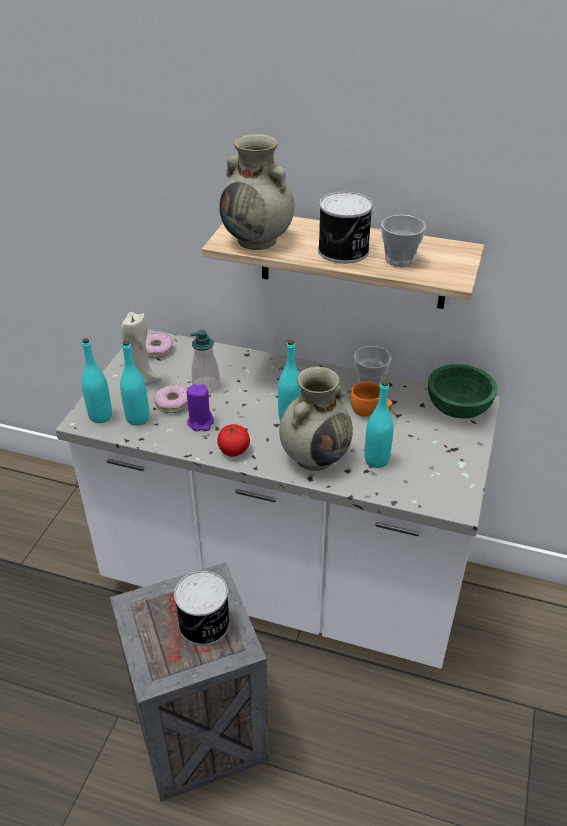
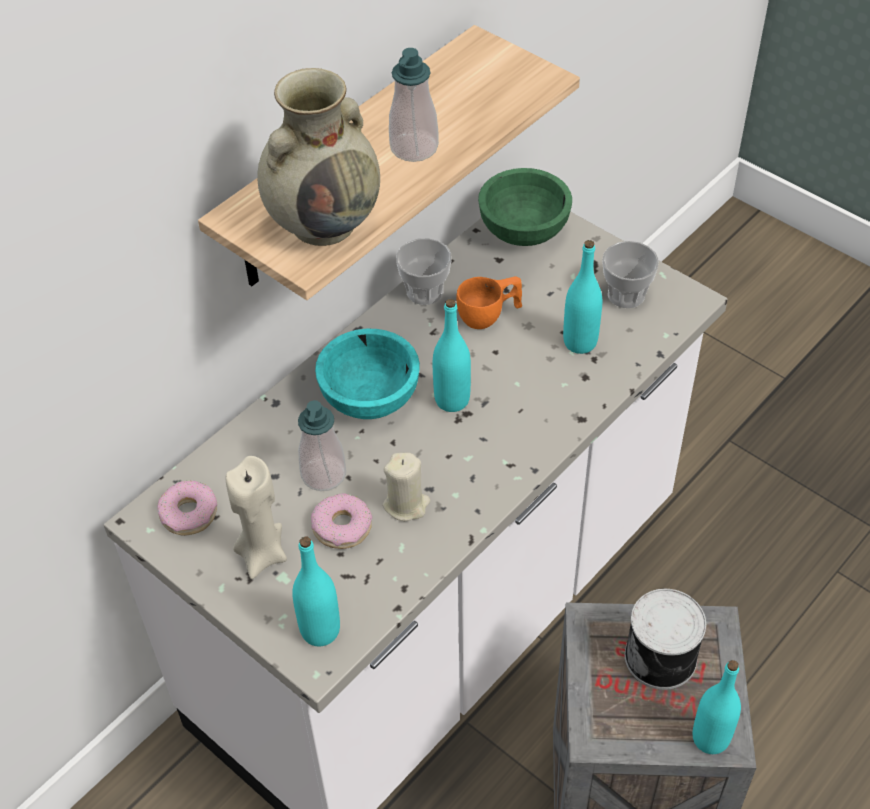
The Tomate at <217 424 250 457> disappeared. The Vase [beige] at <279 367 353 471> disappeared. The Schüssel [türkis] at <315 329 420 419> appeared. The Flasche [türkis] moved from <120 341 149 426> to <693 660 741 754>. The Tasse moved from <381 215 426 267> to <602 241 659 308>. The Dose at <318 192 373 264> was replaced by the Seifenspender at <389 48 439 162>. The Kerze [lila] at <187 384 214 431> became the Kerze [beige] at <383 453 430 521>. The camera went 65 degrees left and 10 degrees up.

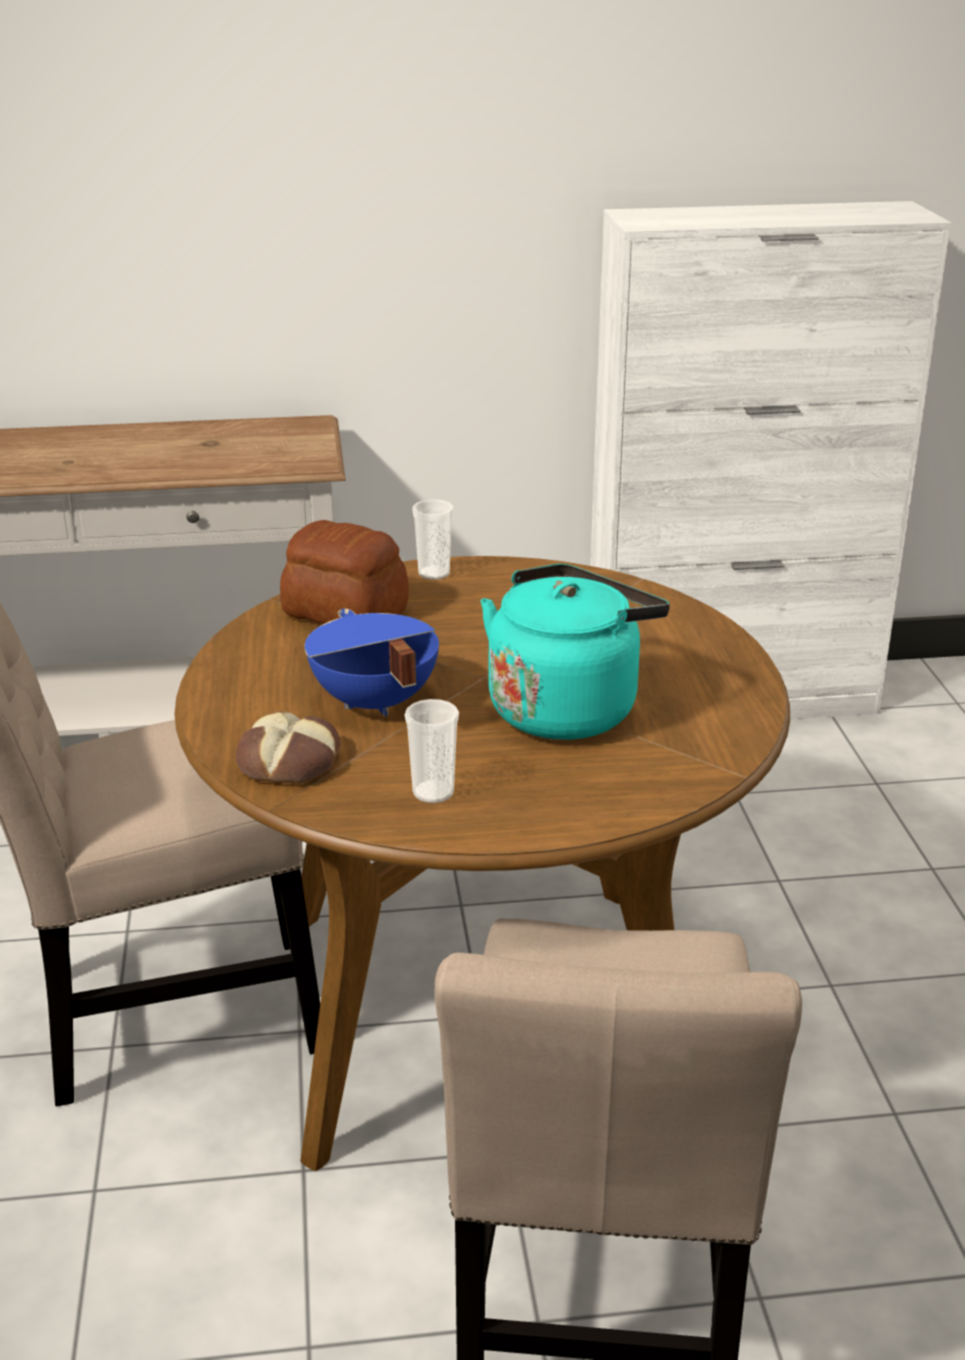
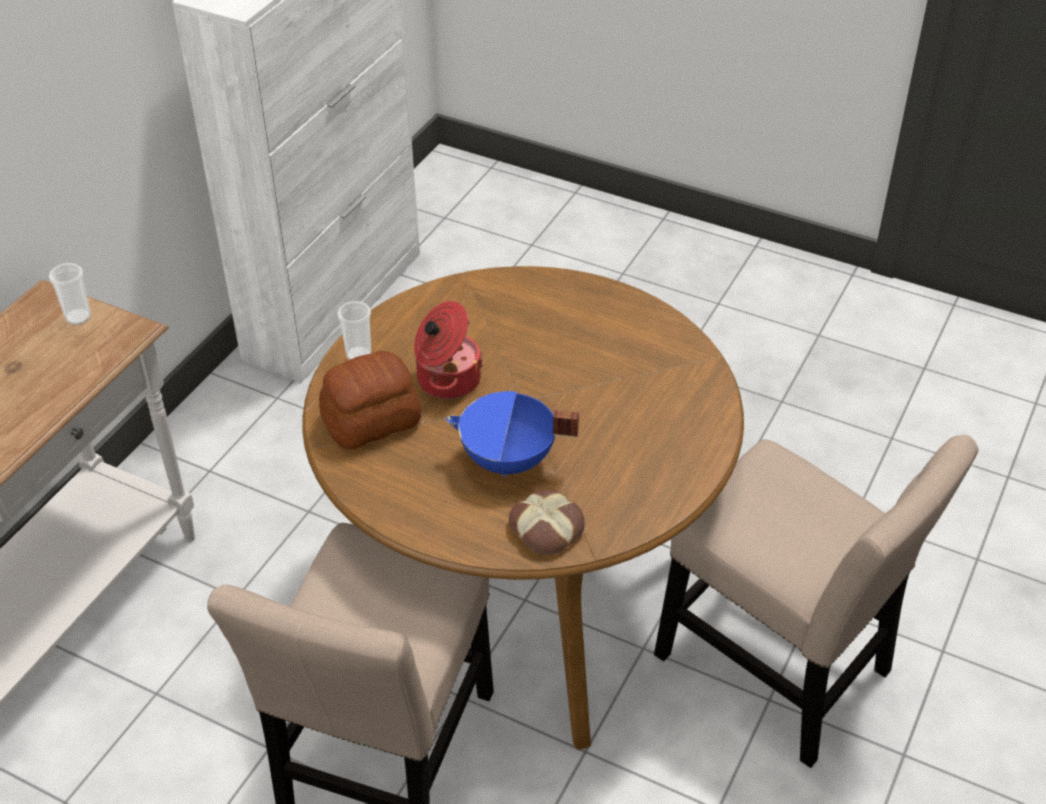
The Wasserkessel [türkis] at <481 563 670 740> disappeared. The Kochtopf at <414 301 483 399> appeared. The Tasse moved from <405 699 459 803> to <49 263 91 325>. The camera went 55 degrees left and 15 degrees up.

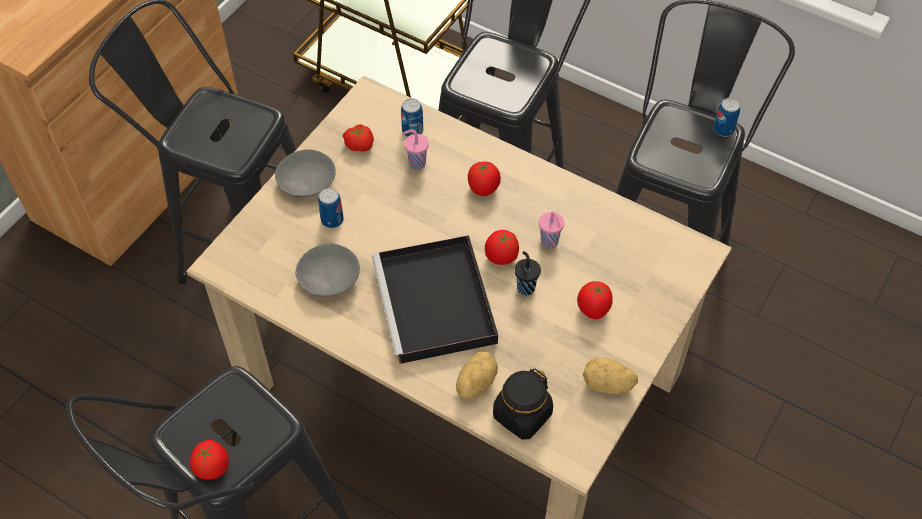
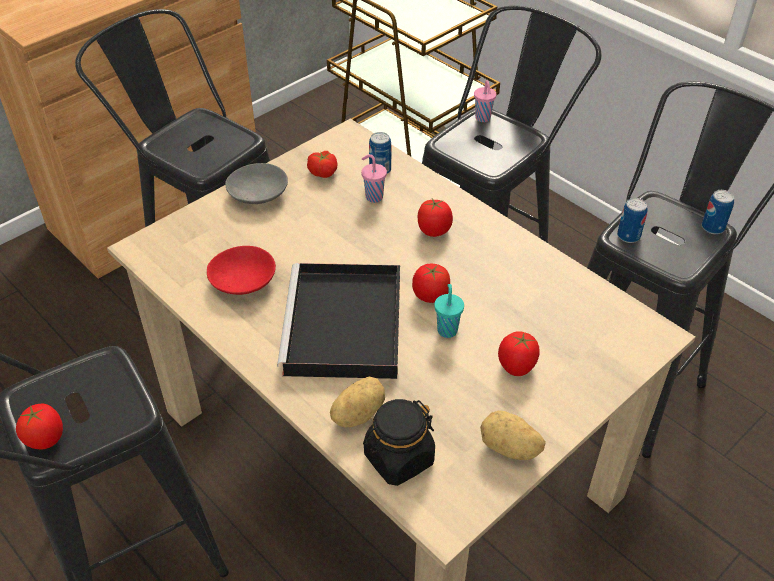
The Dose moved from <318 188 344 228> to <617 198 648 243>. The Tasse [rosa] moved from <539 212 564 248> to <474 80 496 122>. The Schüssel [grau] at <295 244 360 297> became the Schüssel [rot] at <207 246 276 295>. The Tasse [schwarz] at <515 251 541 295> became the Tasse [türkis] at <434 284 464 338>. The camera went 15 degrees right and 10 degrees down.

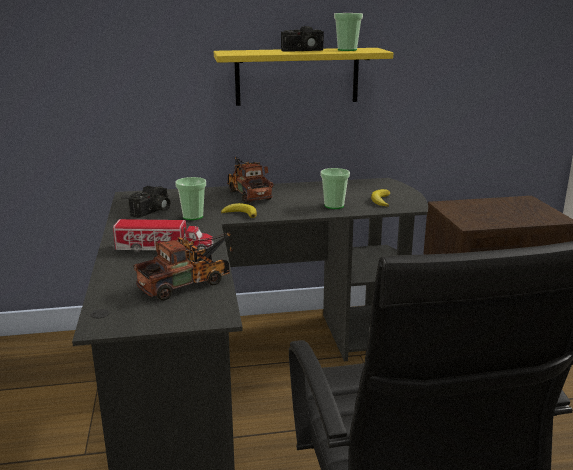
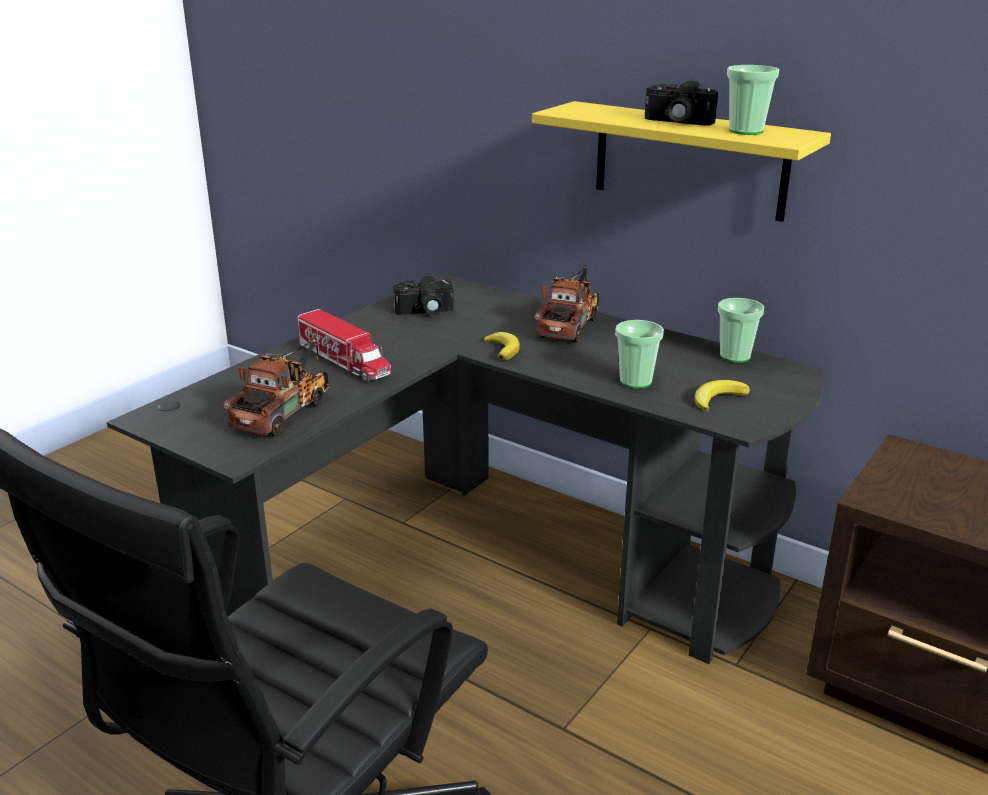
The Tasse moved from <175 177 206 220> to <718 298 764 363>. The Spielzeuglaster at <134 232 234 301> turned 75 degrees counterclockwise. The camera went 45 degrees right and 5 degrees up.

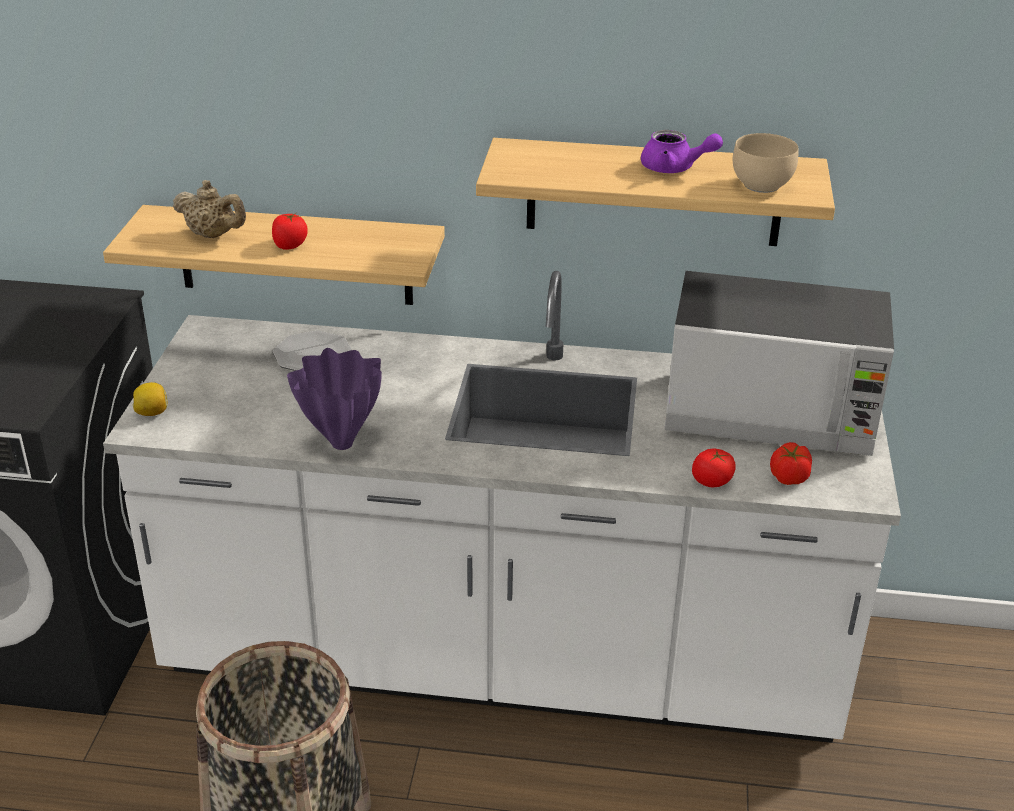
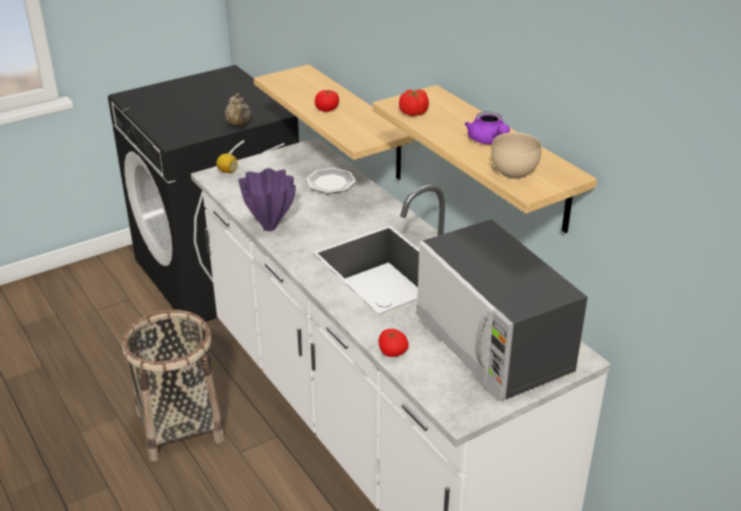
The Teekanne [beige] moved from <173 180 246 238> to <225 93 251 126>. The Tomate moved from <770 442 812 485> to <399 89 429 116>. The camera went 50 degrees right and 0 degrees up.

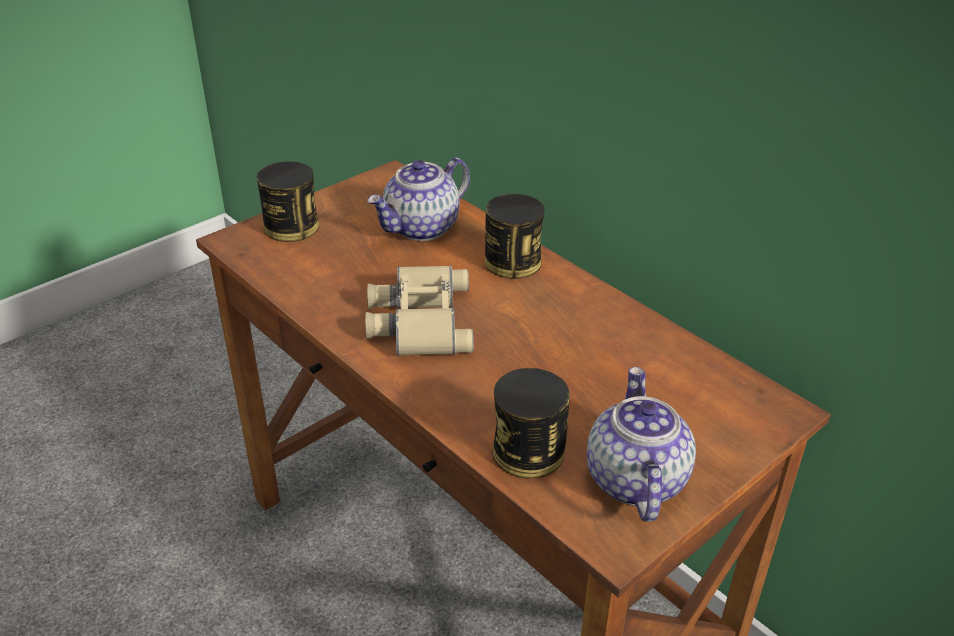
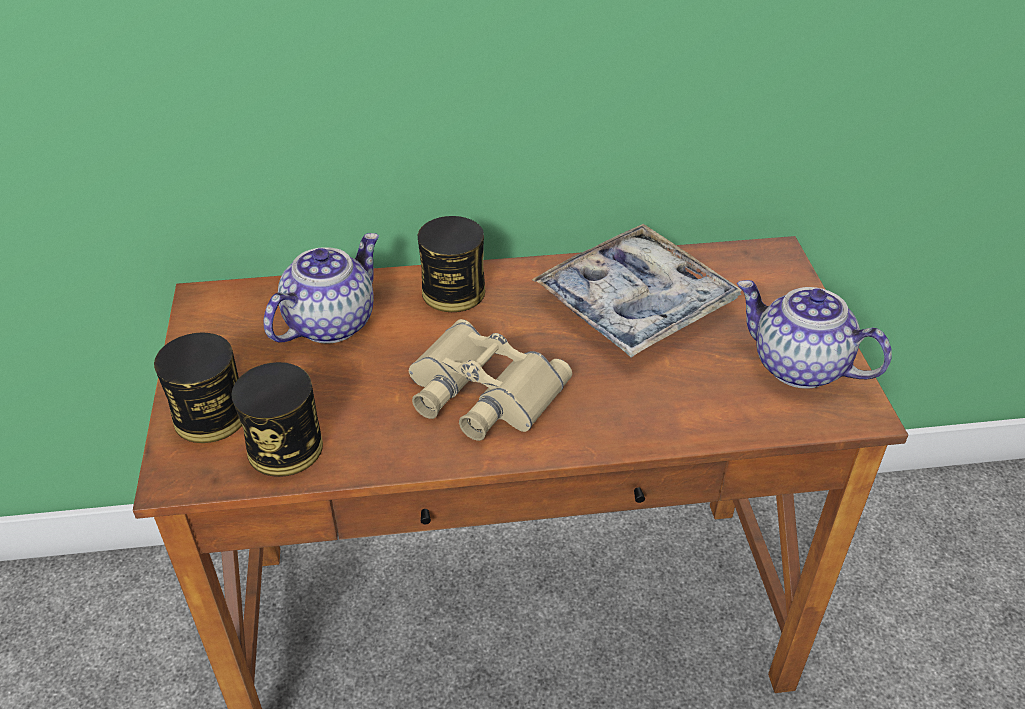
The Tablett at <532 224 742 358> appeared. The Dose moved from <492 368 570 479> to <231 362 323 477>. The Teekanne at <367 157 470 241> turned 135 degrees counterclockwise. The camera went 55 degrees left and 5 degrees up.

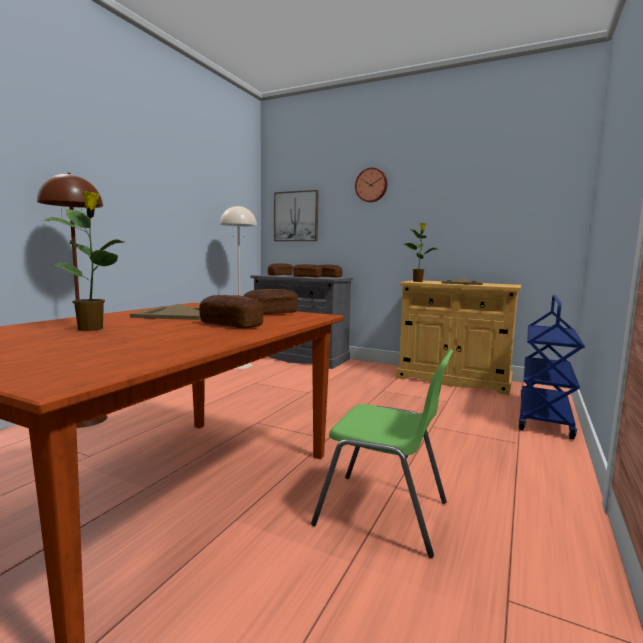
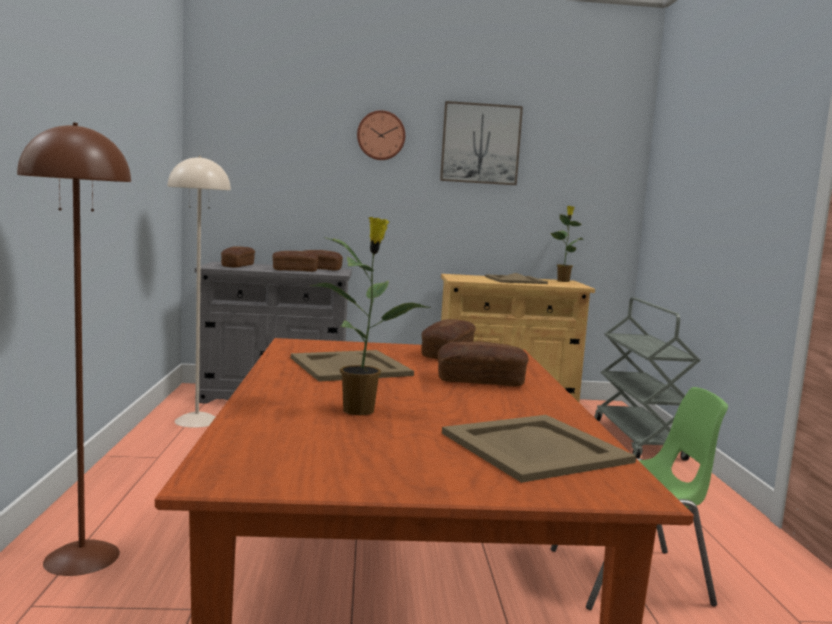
The Tablett [beige] at <442 415 636 483> appeared. The Bild moved from <274 190 319 241> to <440 101 523 185>. The Topfpflanze moved from <403 223 437 282> to <550 206 584 282>. The Rollwagen [blau] at <518 295 585 439> became the Rollwagen [grau] at <595 297 701 461>. The camera went 30 degrees left and 0 degrees up.

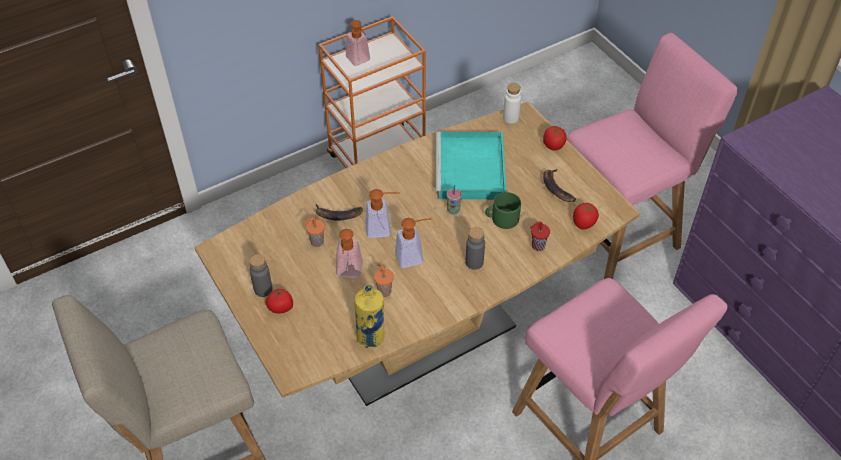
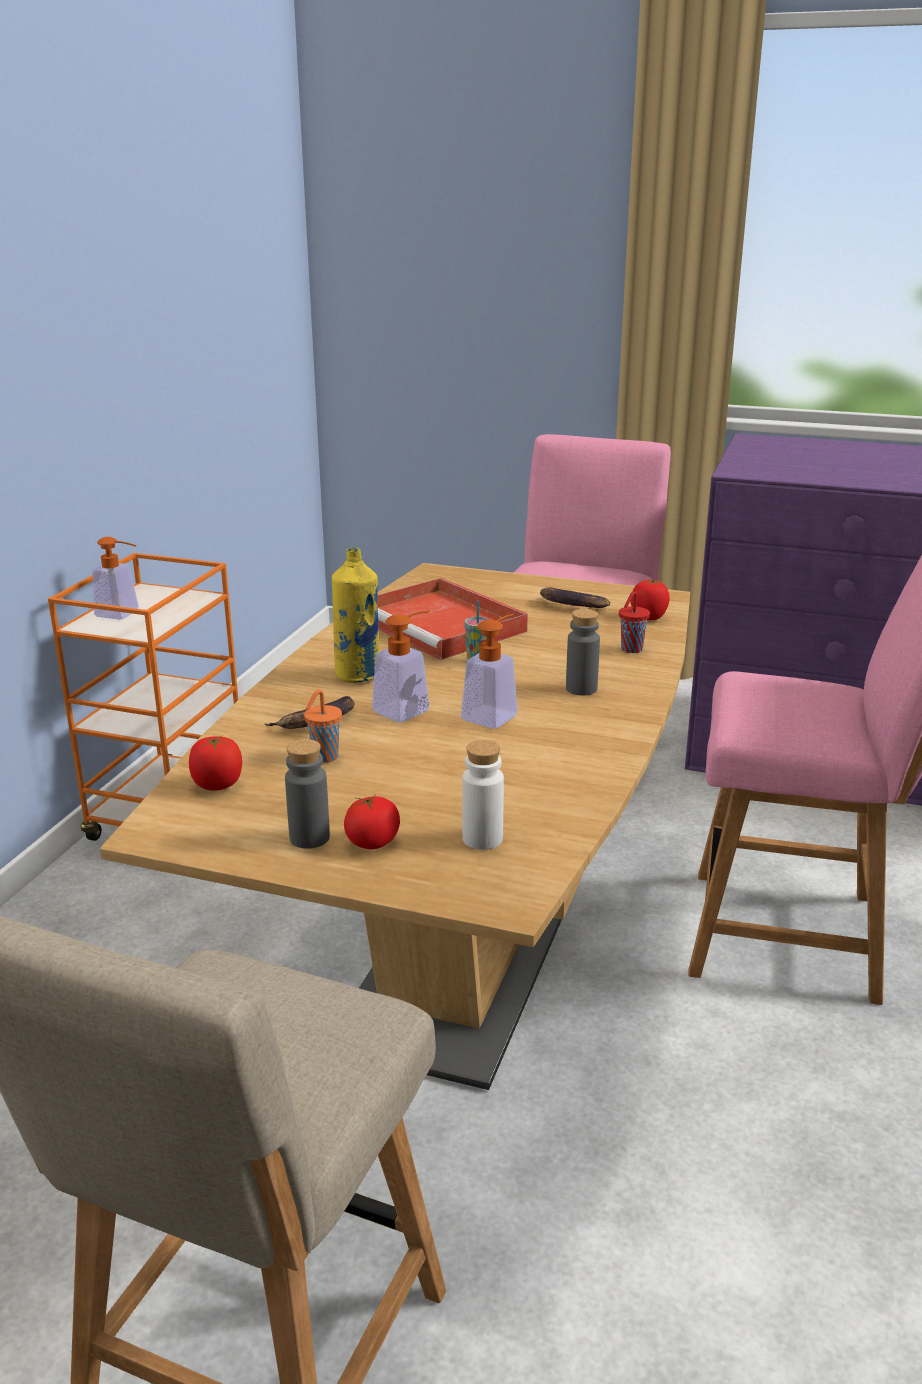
The Seifenspender at <336 229 363 278> disappeared. The Tasse [orange] at <374 264 394 297> disappeared. The Henkelbecher [grün] at <485 192 521 229> disappeared. The Flasche [gelb] moved from <354 285 384 348> to <332 547 380 683>. The Flasche [weiß] moved from <503 83 521 124> to <462 740 504 850>. The Tomate moved from <543 126 567 151> to <189 736 242 791>. The Tablett [türkis] at <436 132 506 200> became the Tablett [rot] at <377 578 528 660>. The camera went 40 degrees left and 25 degrees down.

